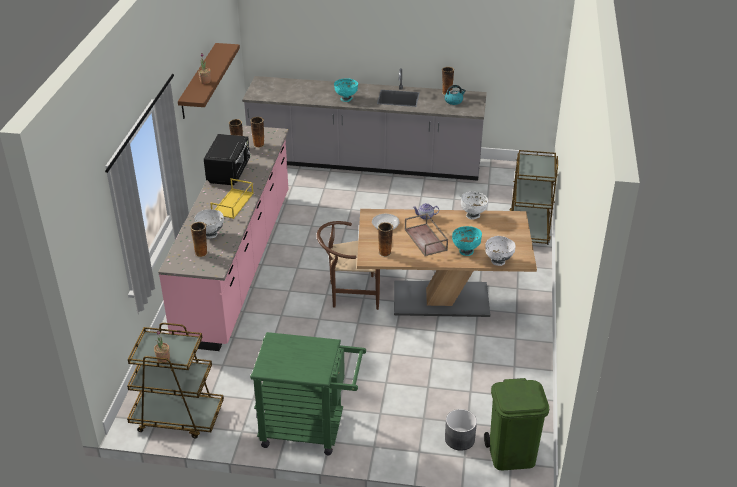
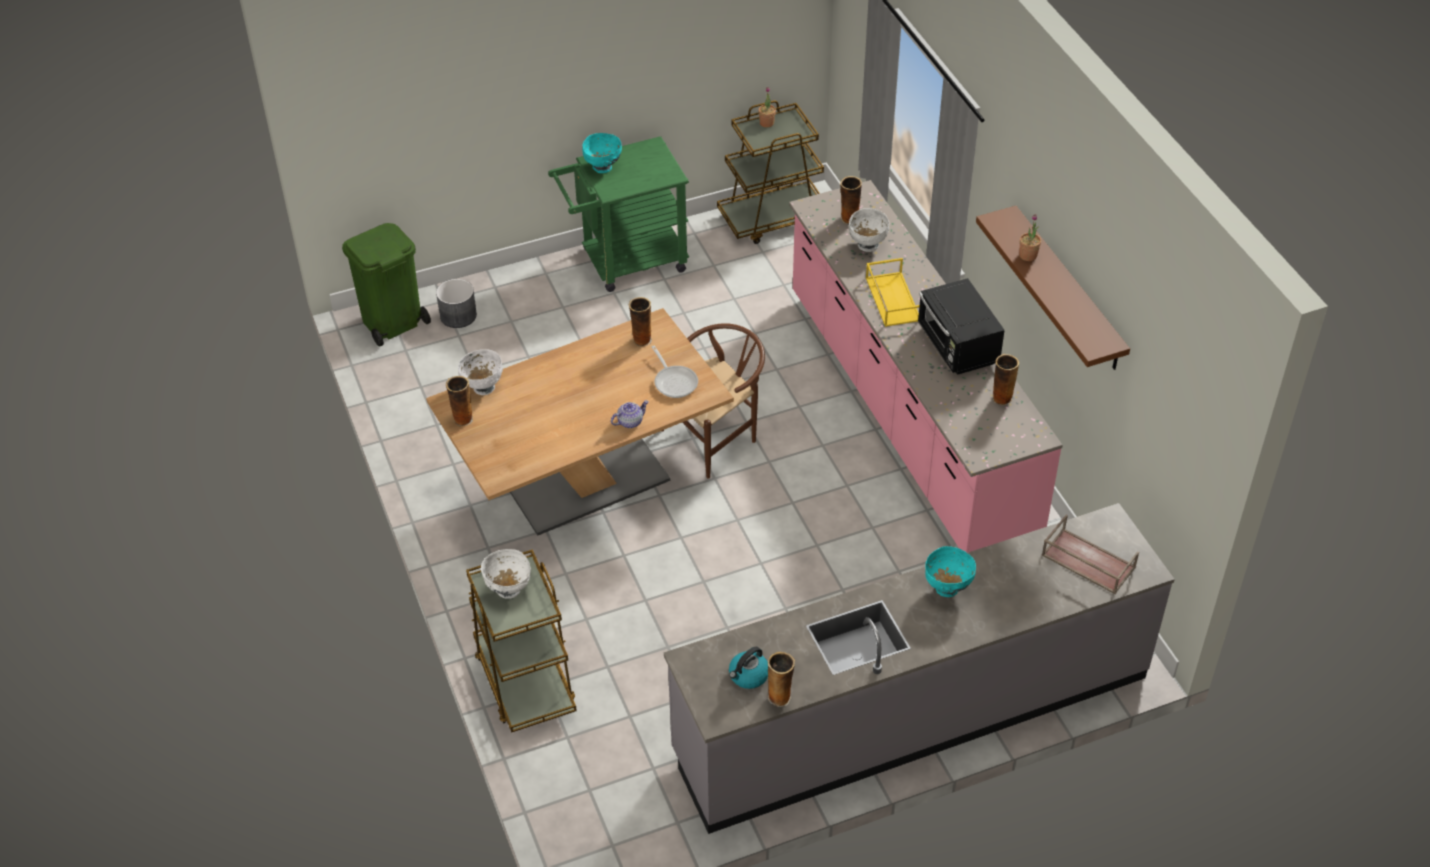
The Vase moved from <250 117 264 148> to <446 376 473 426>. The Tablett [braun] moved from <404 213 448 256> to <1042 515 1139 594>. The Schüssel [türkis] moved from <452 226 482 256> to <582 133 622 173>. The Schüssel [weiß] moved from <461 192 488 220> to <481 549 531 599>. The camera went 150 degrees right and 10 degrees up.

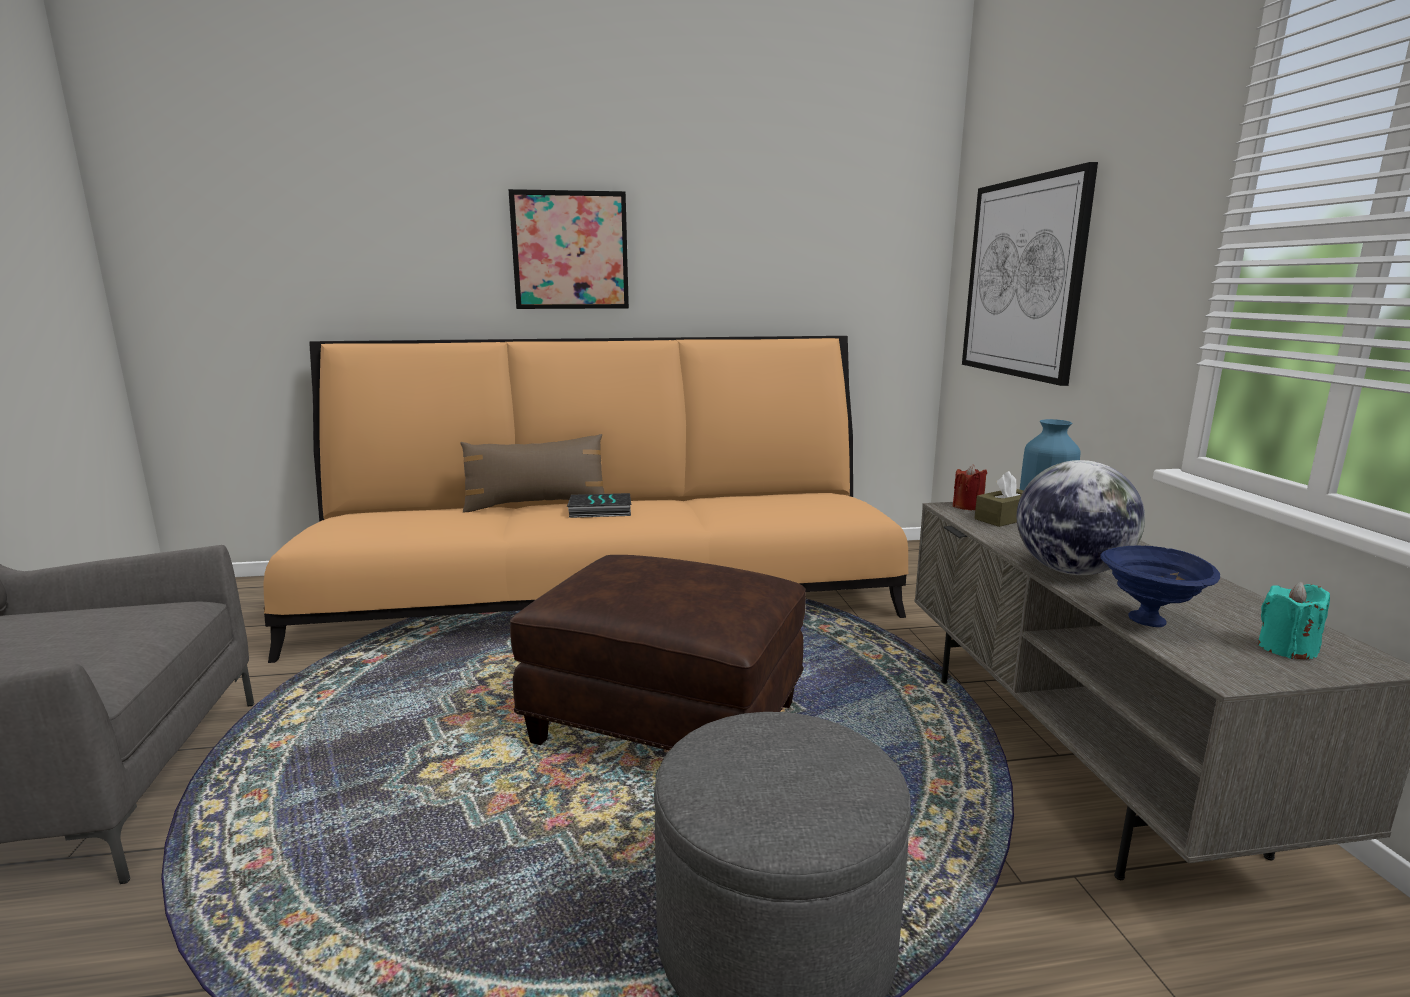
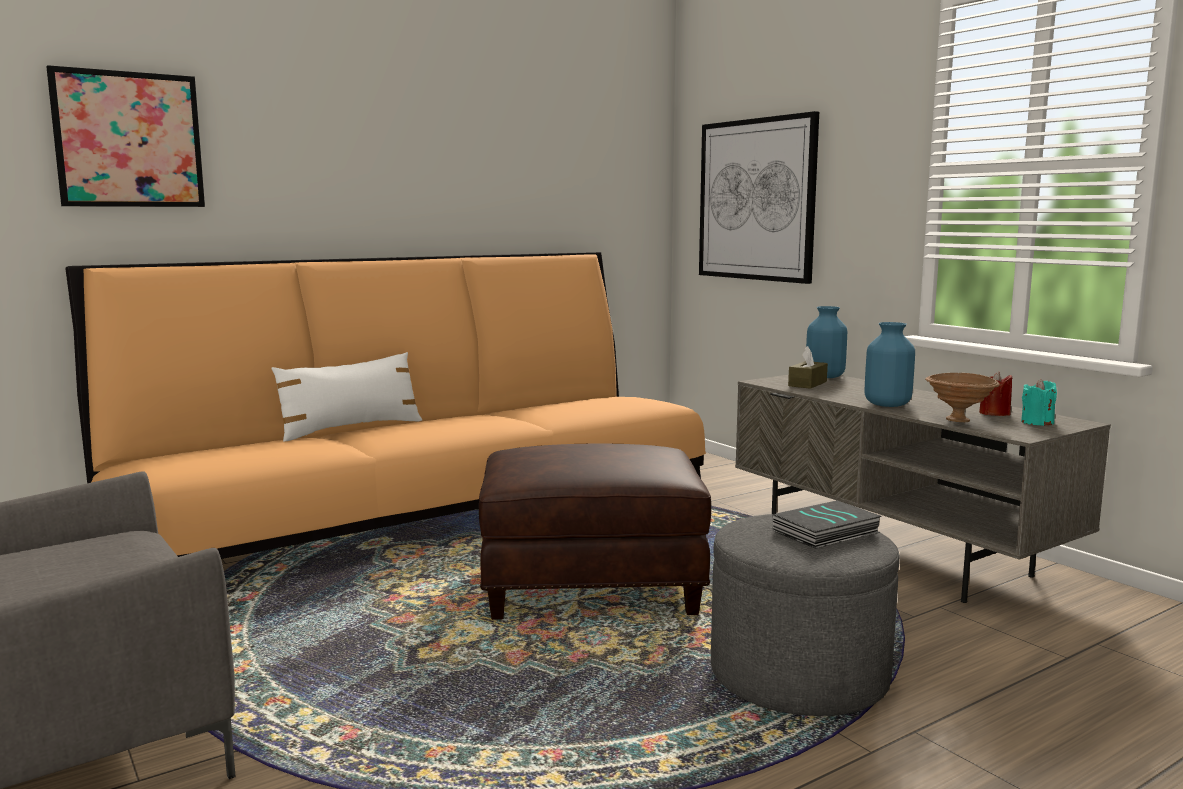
The Bild moved from <508 189 629 309> to <47 65 205 207>. The Buch moved from <567 493 631 518> to <772 500 882 549>. The Kerze [rot] moved from <953 464 987 510> to <979 371 1012 416>. The Globus at <1016 460 1145 575> was replaced by the Vase [blau] at <864 322 915 407>. The Kissen [braun] at <460 434 604 512> became the Kissen [weiß] at <272 352 422 441>. The Schüssel [blau] at <1100 546 1220 627> became the Schüssel [braun] at <925 373 999 422>. The camera went 25 degrees left and 5 degrees down.

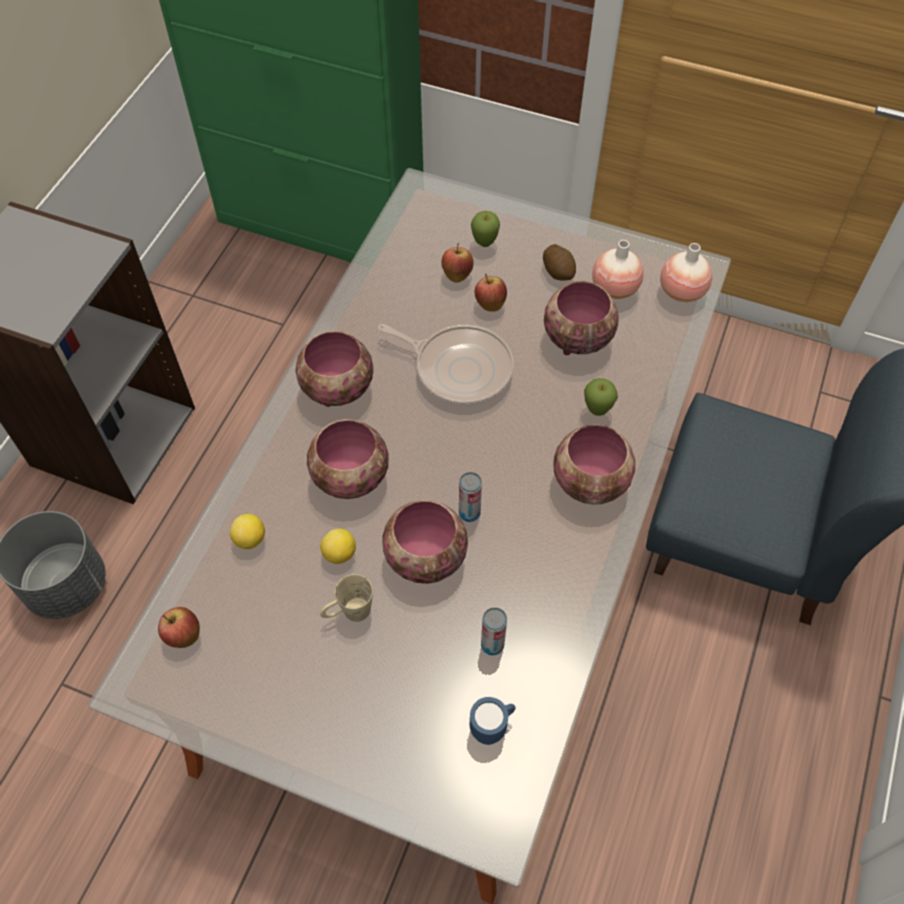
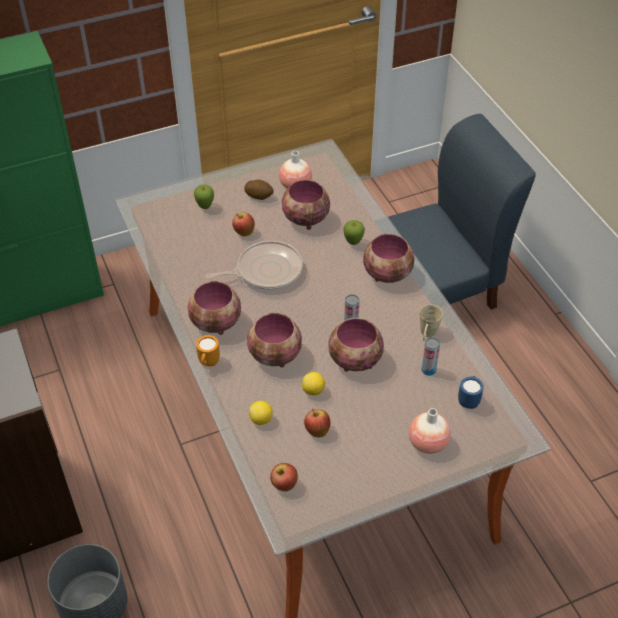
The Henkelbecher [orange] at <196 335 220 366> appeared. The Henkelbecher [beige] moved from <320 574 373 622> to <420 304 443 341>. The Apfel moved from <442 243 474 283> to <304 408 330 437>. The Vase moved from <660 243 712 302> to <409 408 451 454>. The camera went 45 degrees left and 10 degrees down.

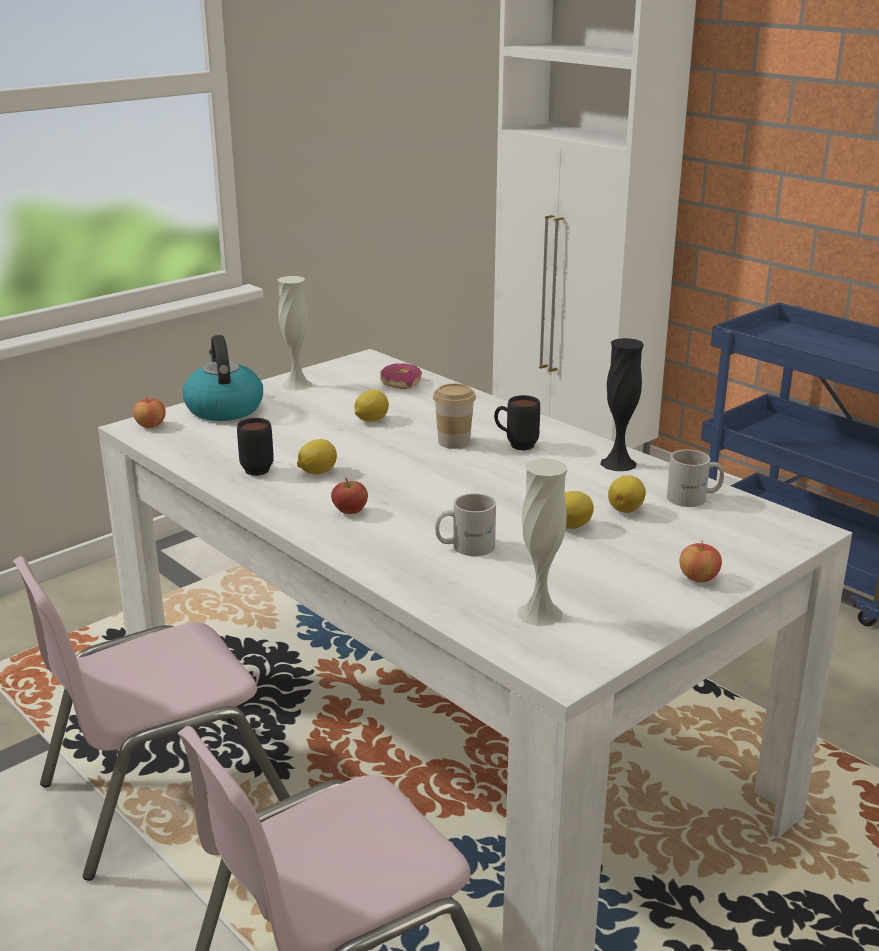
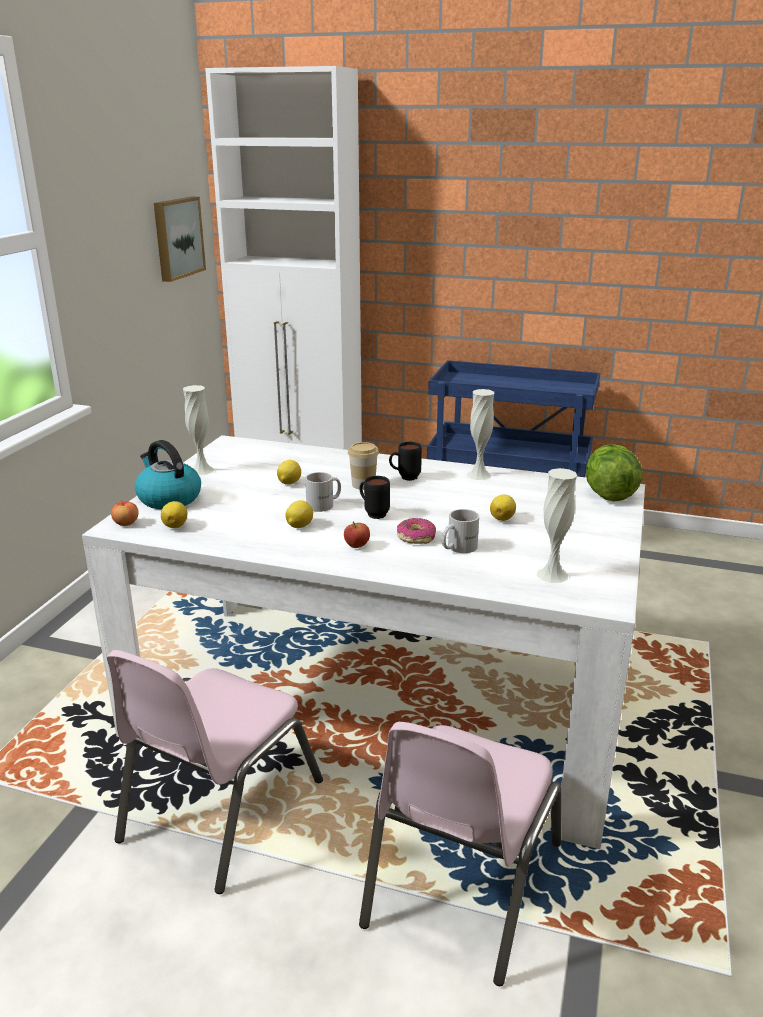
The Apfel at <679 541 722 582> disappeared. The Bild at <154 197 206 282> appeared. The Salatkopf at <586 444 643 502> appeared. The Henkelbecher [schwarz] moved from <237 418 274 476> to <360 476 390 519>. The Donut moved from <380 364 422 389> to <397 518 436 544>. The Zitrone moved from <608 475 646 513> to <161 501 187 528>. The Henkelbecher [weiß] moved from <667 450 724 507> to <305 472 341 512>. The Vase [schwarz] at <600 338 644 471> became the Vase [weiß] at <467 389 494 480>. The camera went 30 degrees left and 0 degrees up.

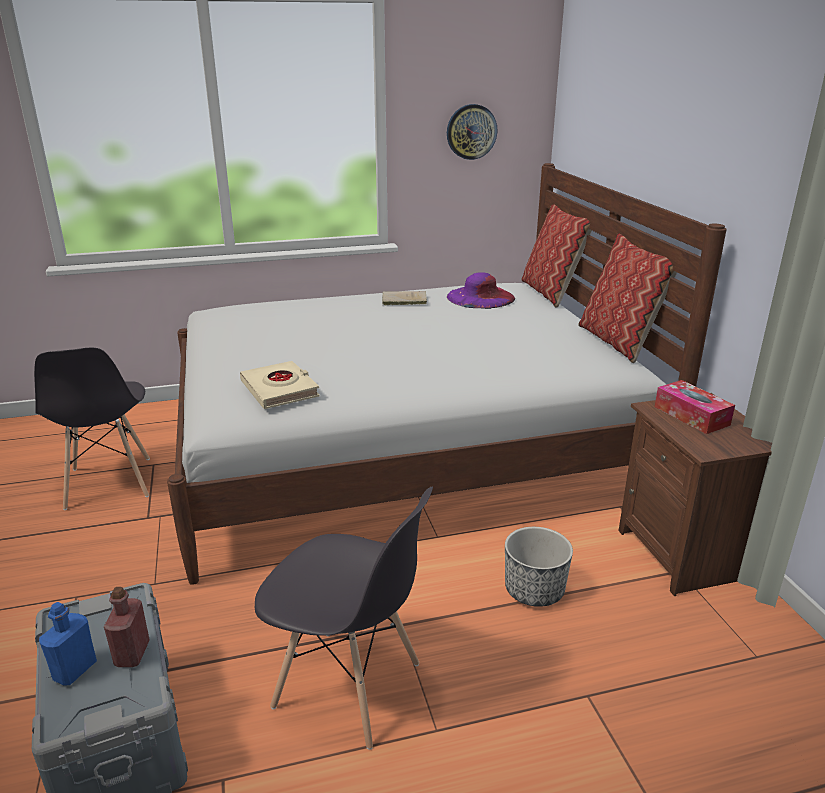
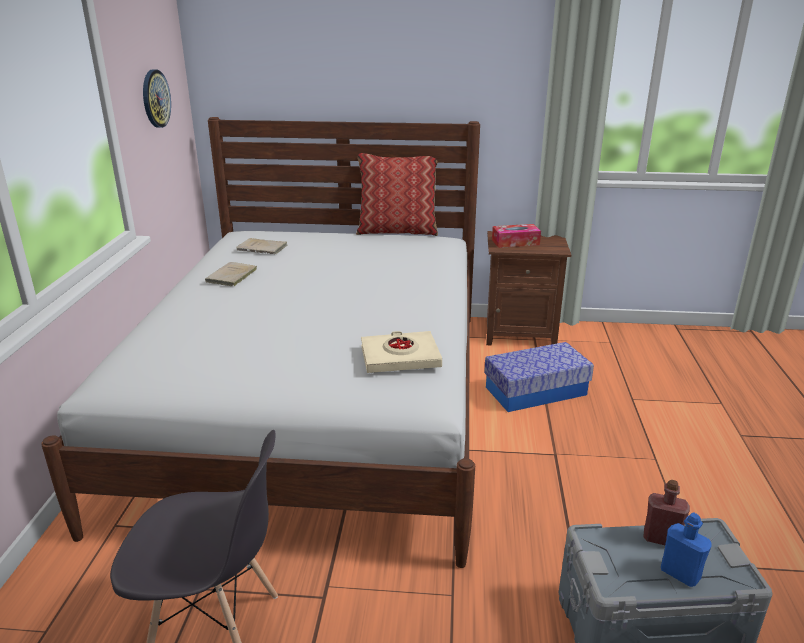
The Stuhl [grau] at <255 486 433 750> disappeared. The Kissen at <521 204 592 308> disappeared. The Hut [lila] at <447 272 515 309> was replaced by the Buch [beige] at <237 238 287 254>. The Pflanzkübel at <505 527 573 607> was replaced by the Aufbewahrungsbox at <484 342 594 412>. The camera went 70 degrees left and 0 degrees up.

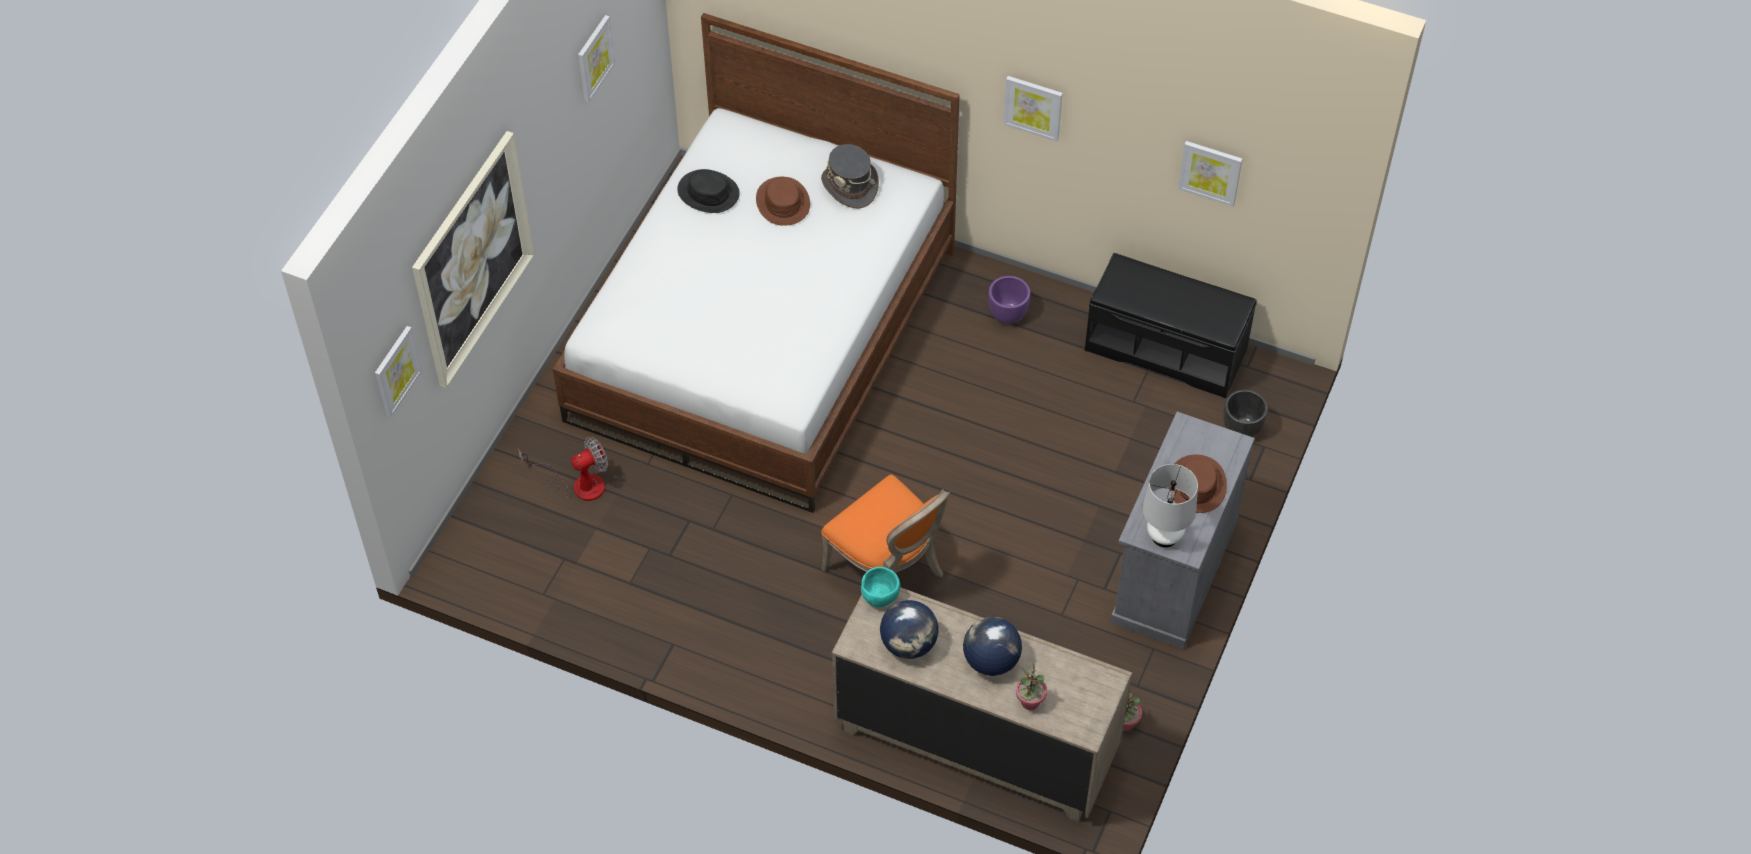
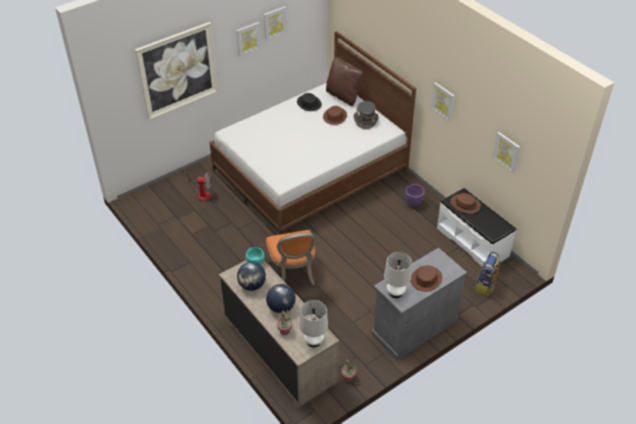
The Tischlampe [weiß] at <299 300 328 347> appeared. The Kissen [braun] at <326 57 363 106> appeared. The Hut [braun] at <450 193 481 214> appeared. The Bild moved from <375 326 422 418> to <237 22 261 56>. The Pflanzkübel [schwarz] at <1223 390 1268 437> was replaced by the Rucksack at <475 251 500 296>. The Bank [schwarz] at <1085 253 1257 398> became the Bank [weiß] at <437 188 516 267>. The camera went 30 degrees right and 10 degrees down.

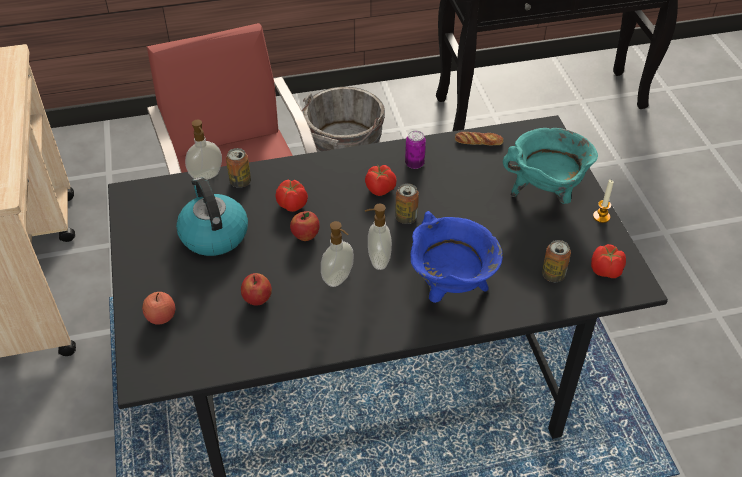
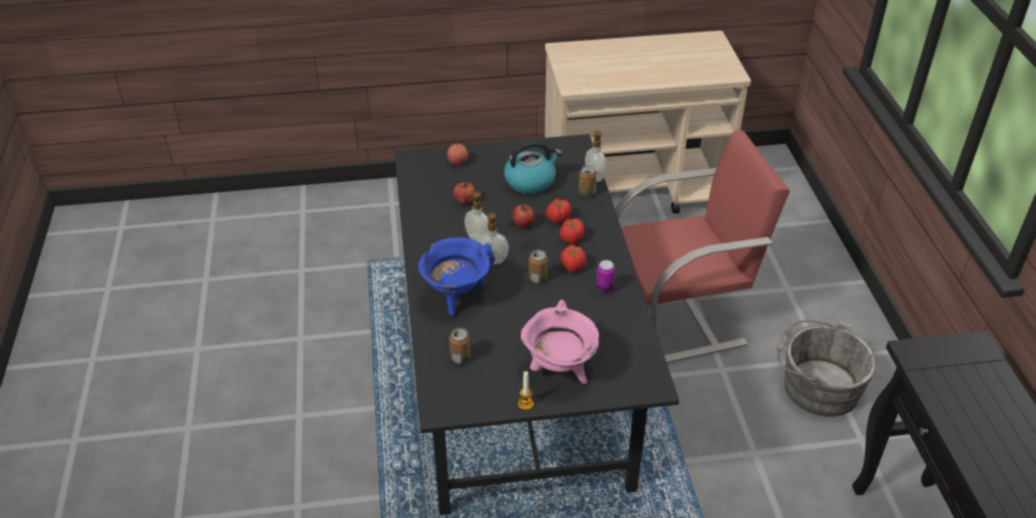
The Brot at <455 132 503 146> disappeared. The Tomate moved from <591 244 626 278> to <560 218 585 244>. The Kochtopf [türkis] at <503 128 598 204> became the Kochtopf [rosa] at <521 300 599 384>. The camera went 95 degrees right and 5 degrees down.

